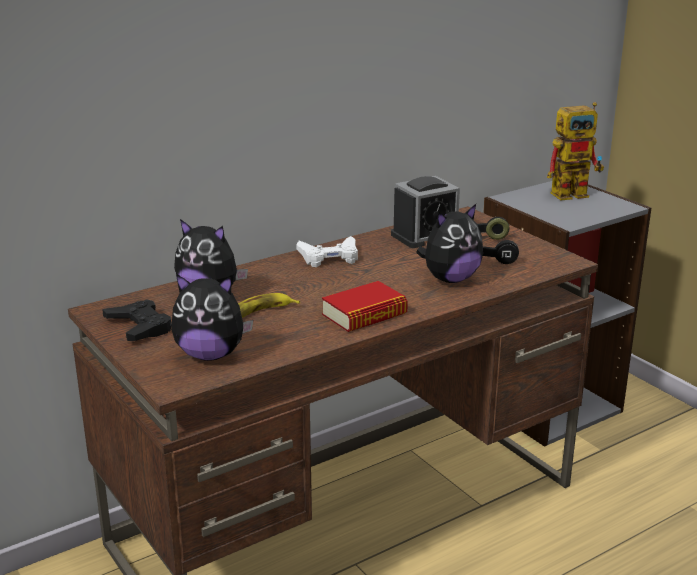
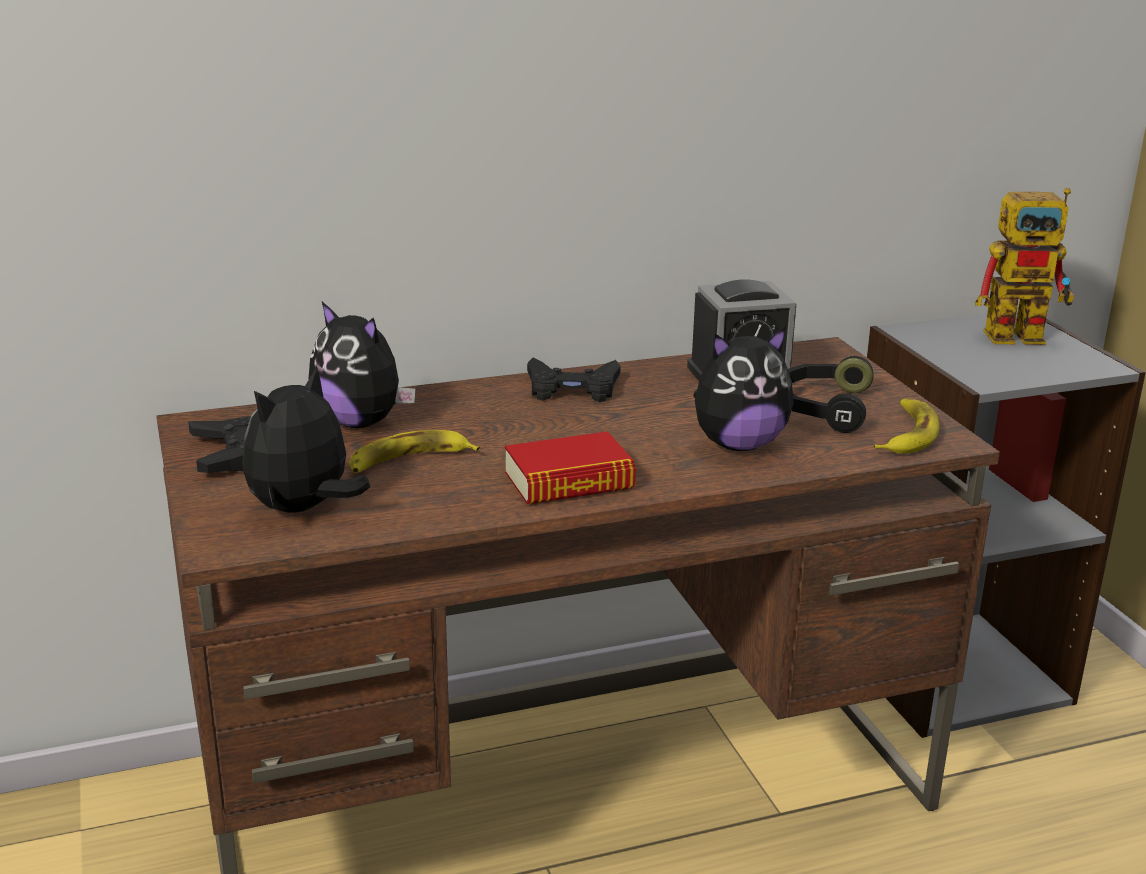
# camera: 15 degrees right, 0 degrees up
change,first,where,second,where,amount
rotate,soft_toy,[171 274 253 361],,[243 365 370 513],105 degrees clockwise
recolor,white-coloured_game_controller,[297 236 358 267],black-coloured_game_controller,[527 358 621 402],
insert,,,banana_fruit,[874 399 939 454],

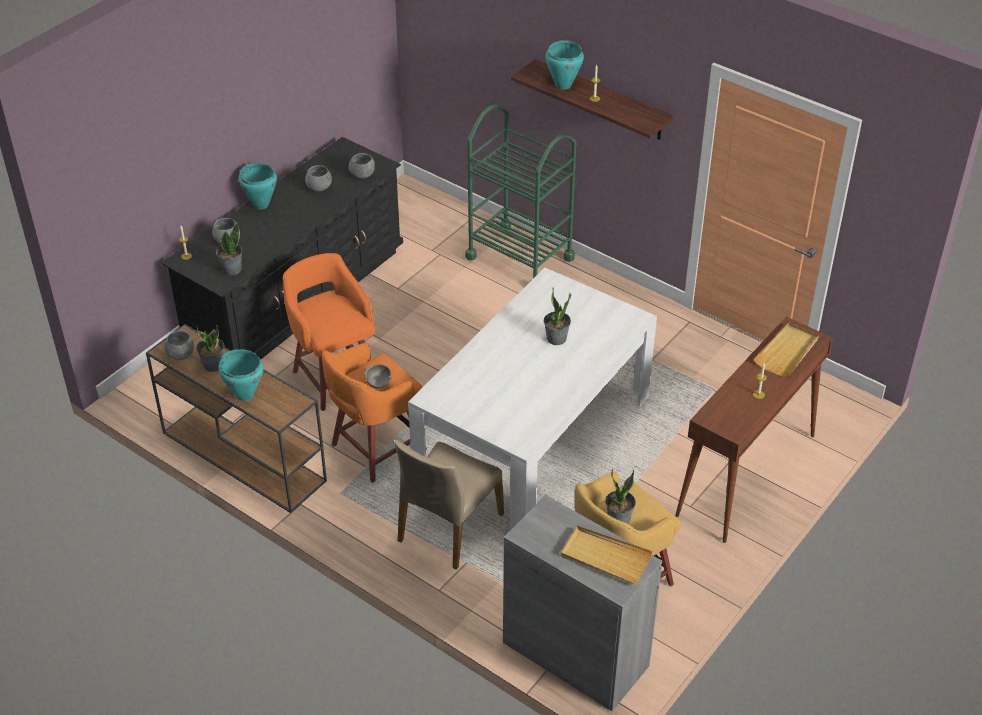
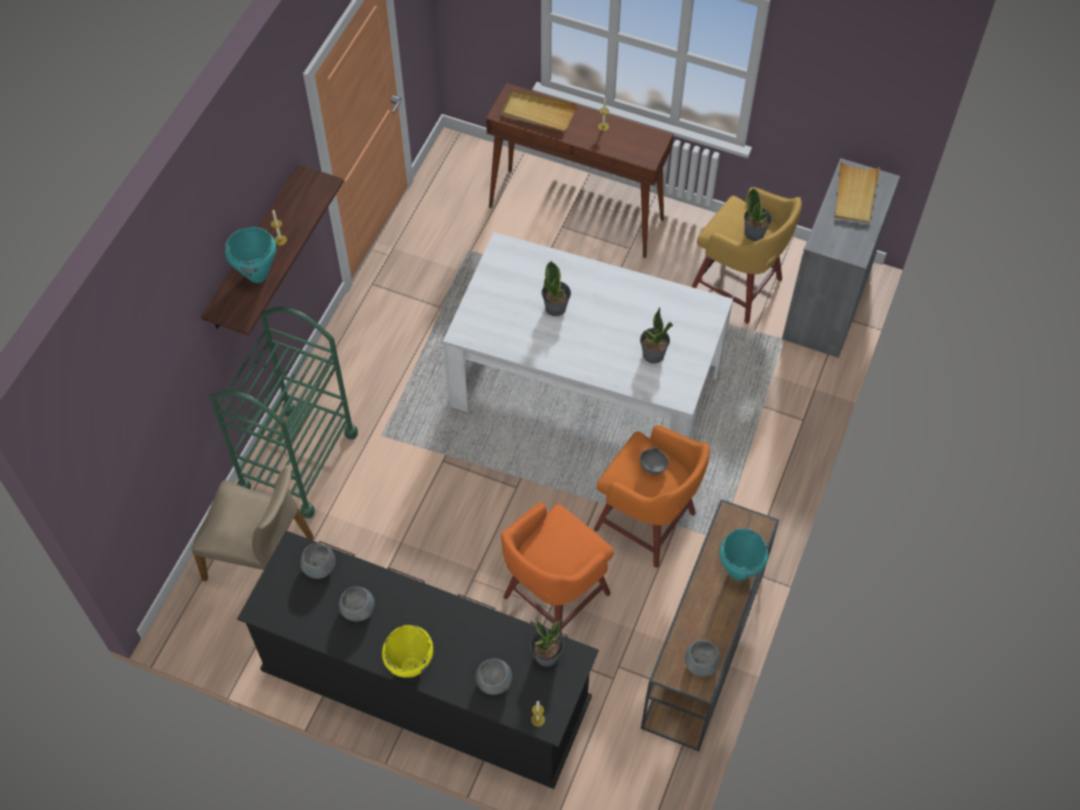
# camera: 105 degrees left, 15 degrees up
change,first,where,second,where,amount
move,sand-coloured_chair,[394 440 504 570],,[191 465 314 582],
recolor,turquoise-coloured_saucepot,[239 163 277 209],yellow_saucepot,[382 625 433 678],
move,houseplant,[196 325 224 372],,[640 307 673 364],

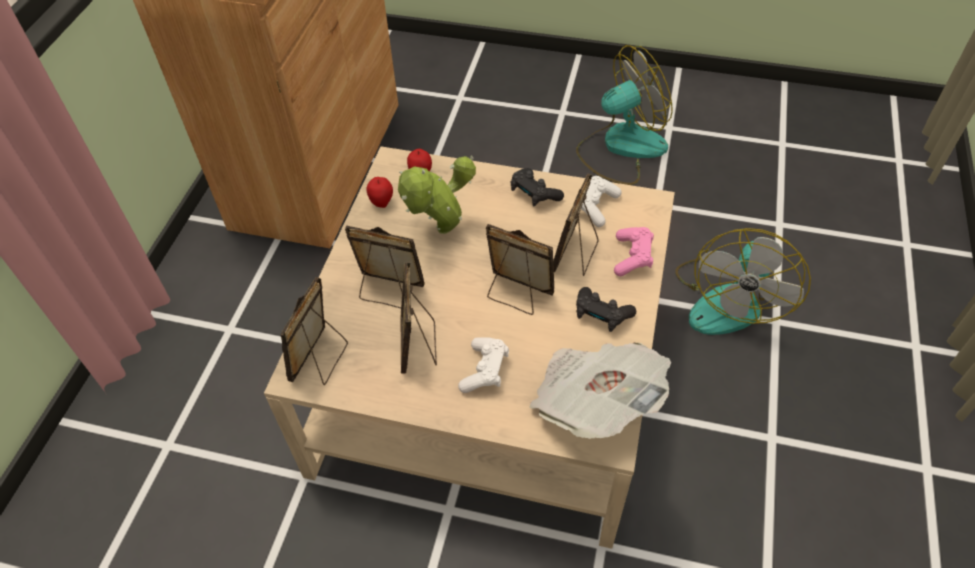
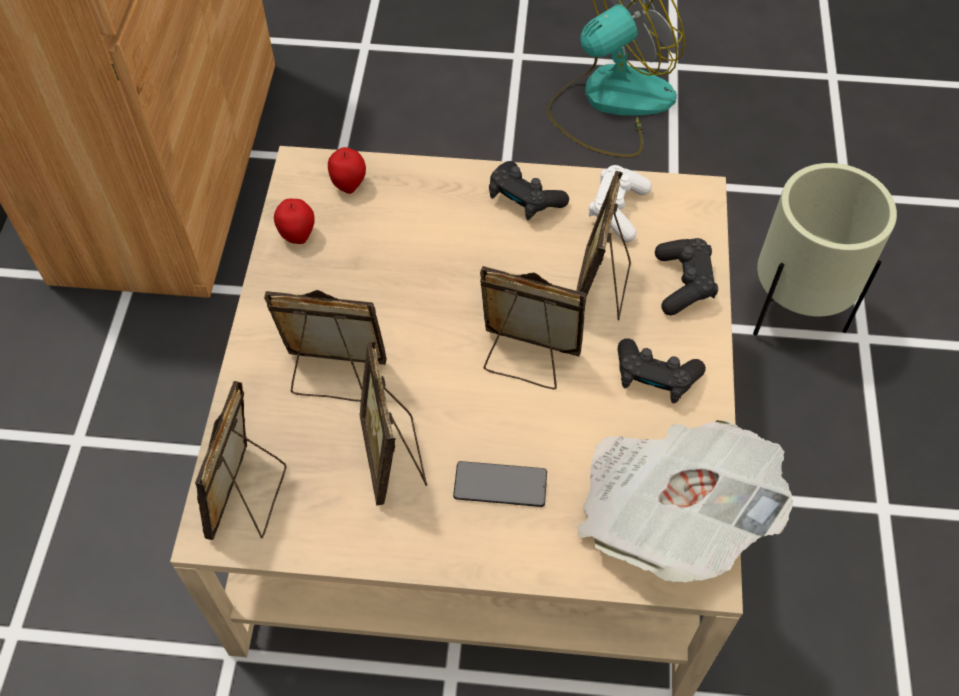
# camera: 10 degrees left, 5 degrees up
change,first,where,second,where,amount
replace,white-coloured_game_controller,[458 337 509 393],telephone,[453 461 547 507],
recolor,pinkish_game_controller,[614 227 654 276],black-coloured_game_controller,[655 238 718 315],
replace,electric_fan,[675 228 811 335],sand-coloured_planter,[753 163 897 336],
delete,houseplant,[398 156 476 234],,,

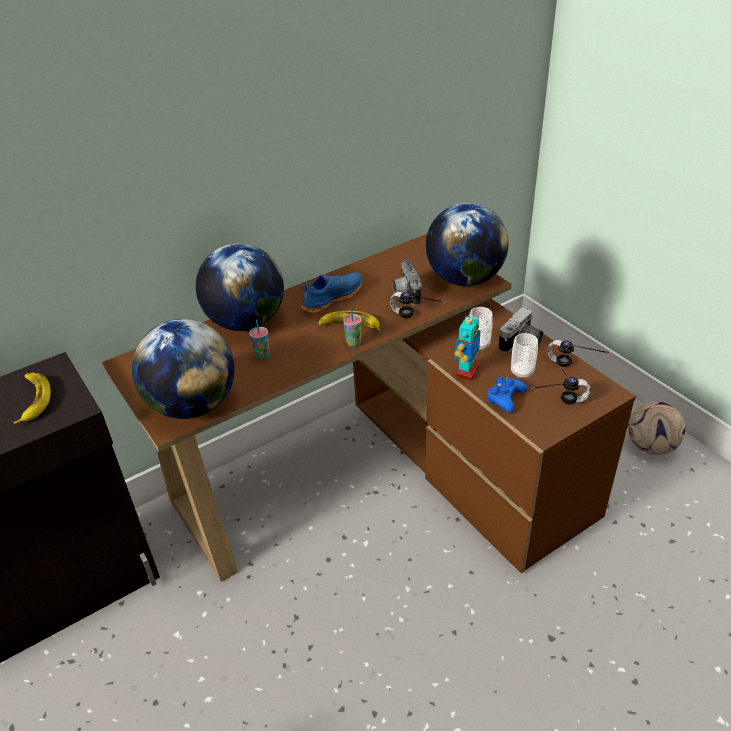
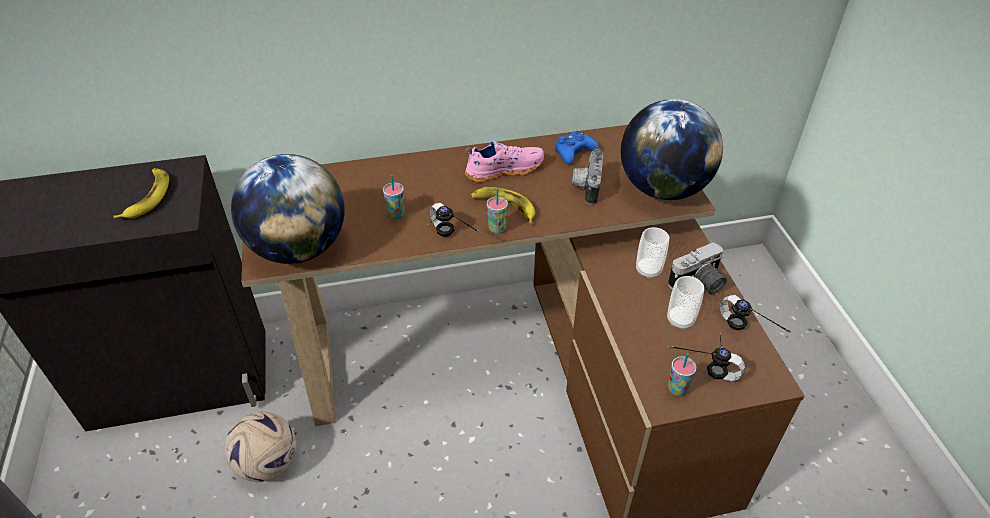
# camera: 20 degrees right, 5 degrees up
change,first,where,second,where,amount
move,football_ball,[628 401 685 455],,[225 412 296 482],
move,pair_of_headphones,[390 292 445 318],,[427 203 481 237],
recolor,blue-coloured_shoe,[301 272 362 313],pinkish_shoe,[465 141 544 182],
move,blue-coloured_game_controller,[486 376 527 413],,[555 131 599 165],
insert,,,small_cup,[668 353 696 396],
delete,globe,[196 243 284 331],,,
delete,toy_robot,[455 312 481 381],,,

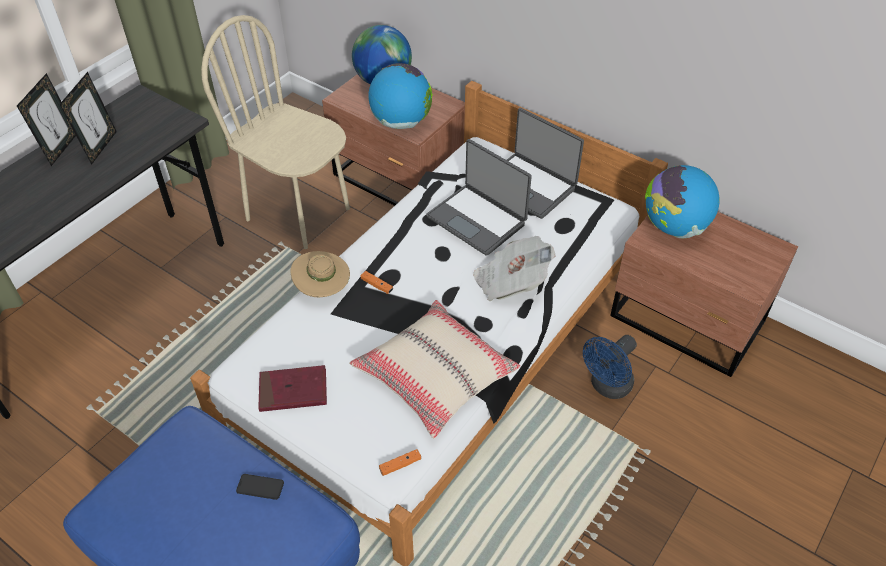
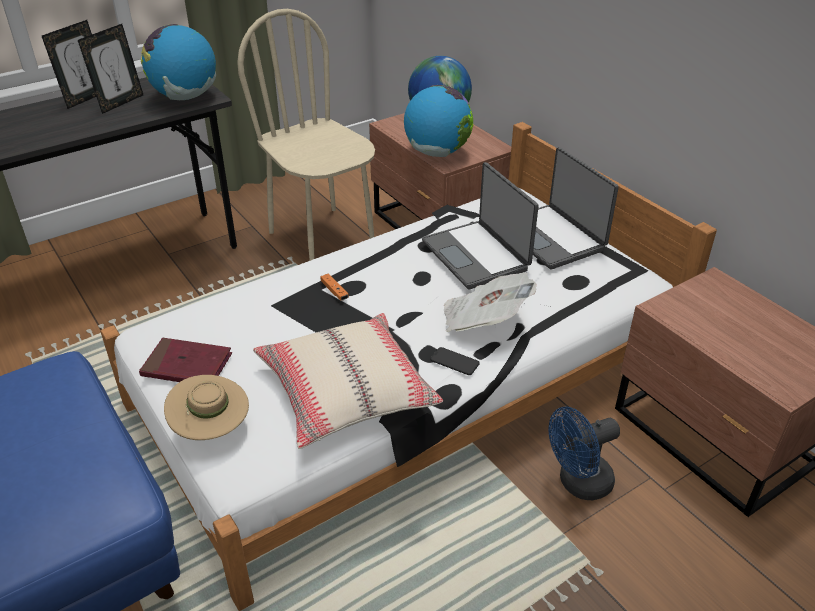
# camera: 20 degrees right, 10 degrees down
change,first,where,second,where,amount
move,globe,[645 165 720 238],,[141 24 216 100],
move,sand-coloured_clothing_hat,[291 251 350 297],,[164 375 249 440],
move,telephone,[236 474 284 500],,[431 347 480 375],
delete,orange-coloured_game_controller,[379 449 421 476],,,

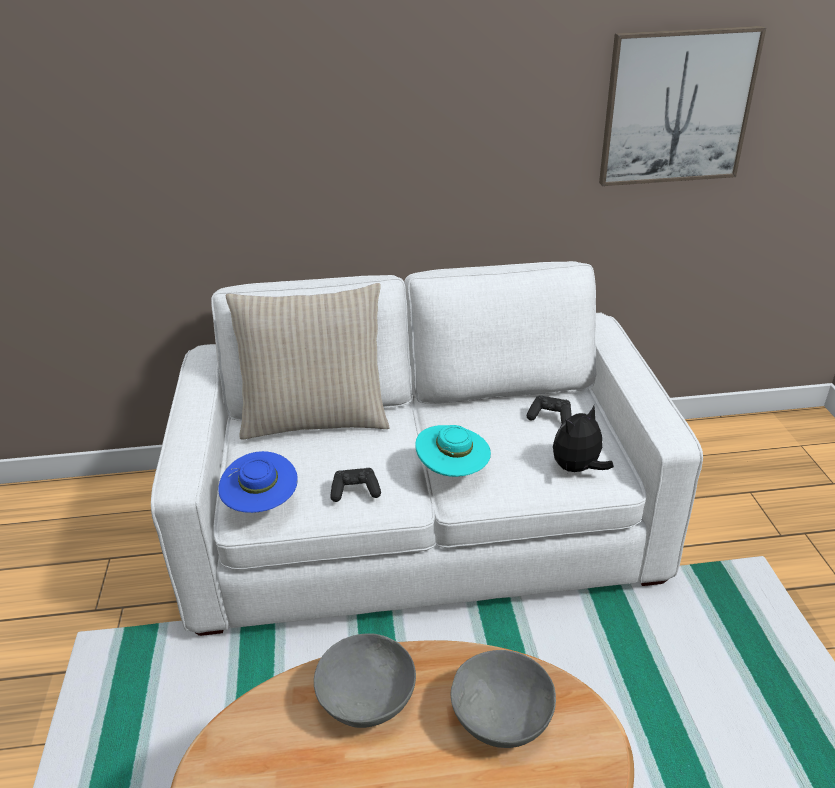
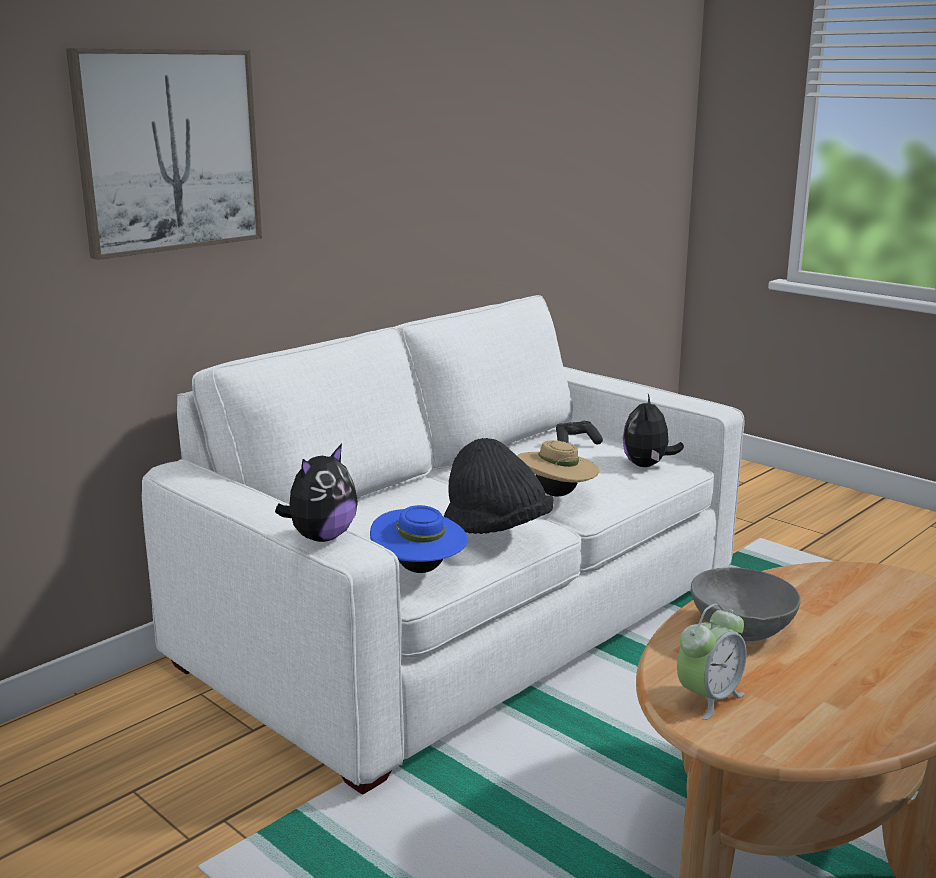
# camera: 40 degrees left, 15 degrees down
change,first,where,second,where,amount
move,wall_picture,[599 26 766 186],,[66 48 262 260],
insert,,,soft_toy,[275 444 358 542],
replace,black-coloured_game_controller,[330 468 381 502],black-coloured_clothing_hat,[444 438 553 534],
recolor,turquoise-coloured_clothing_hat,[415 425 491 477],sand-coloured_clothing_hat,[517 440 599 496],
insert,,,bedside_clock,[677 604 747 720],
delete,sand-coloured_throw_pillow,[226 283 390 440],,,
delete,greyish_deep_dish,[450 650 556 748],,,

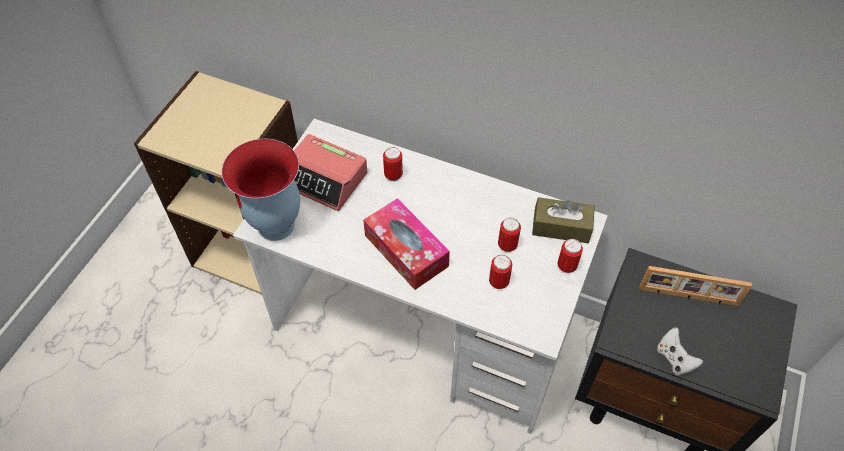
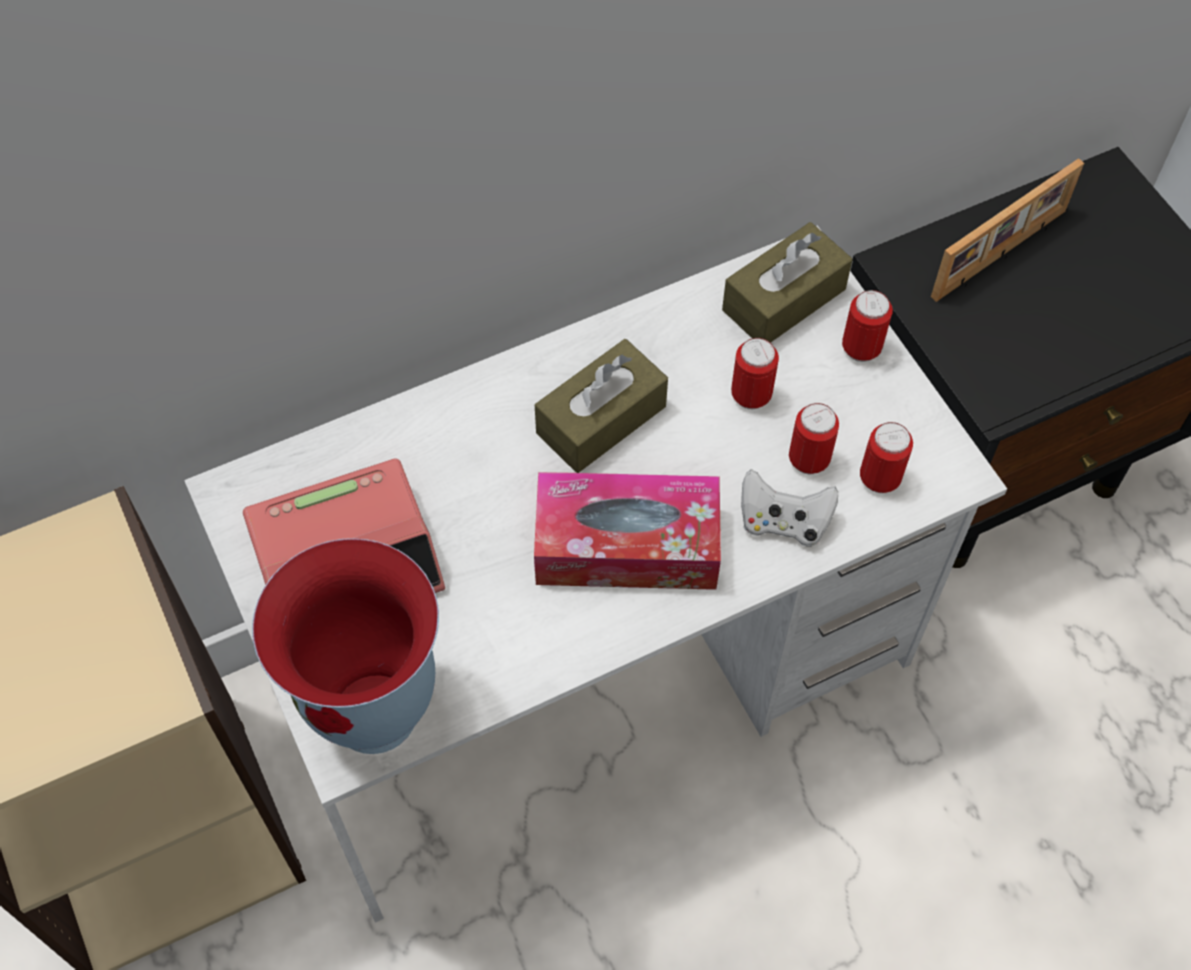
# camera: 50 degrees left, 5 degrees up
change,first,where,second,where,amount
insert,,,brownish_tissue_box,[535 339 668 473],
move,white-coloured_game_controller,[657 328 703 376],,[741 469 838 547],
move,sealed_can,[383 147 403 181],,[860 422 913 493],

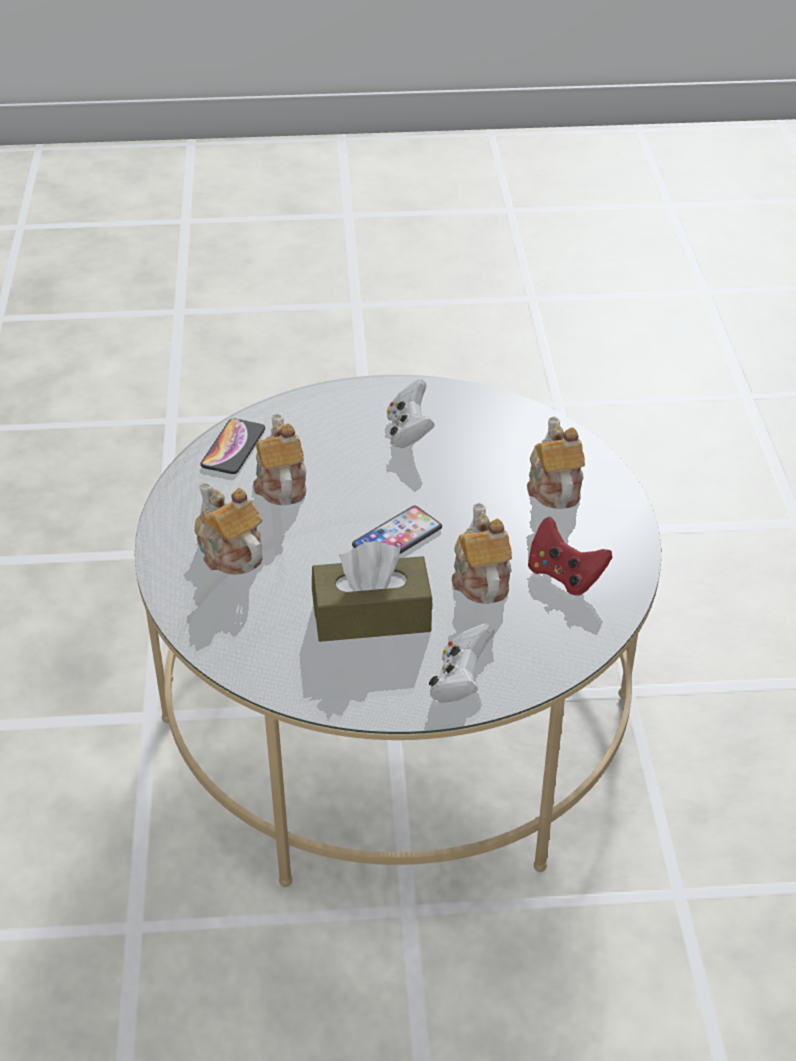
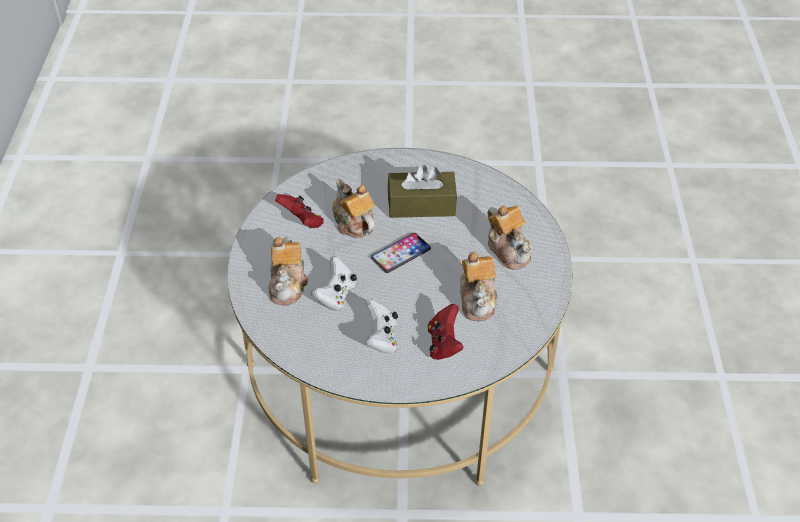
# camera: 175 degrees left, 5 degrees up
change,first,where,second,where,amount
move,white-coloured_game_controller,[429 623 495 703],,[311 256 357 311],
rotate,pot_for_tea,[452 502 512 604],,[332 179 375 238],150 degrees clockwise
insert,,,red-coloured_game_controller,[428 304 464 360],
delete,telephone,[200 418 265 474],,,

